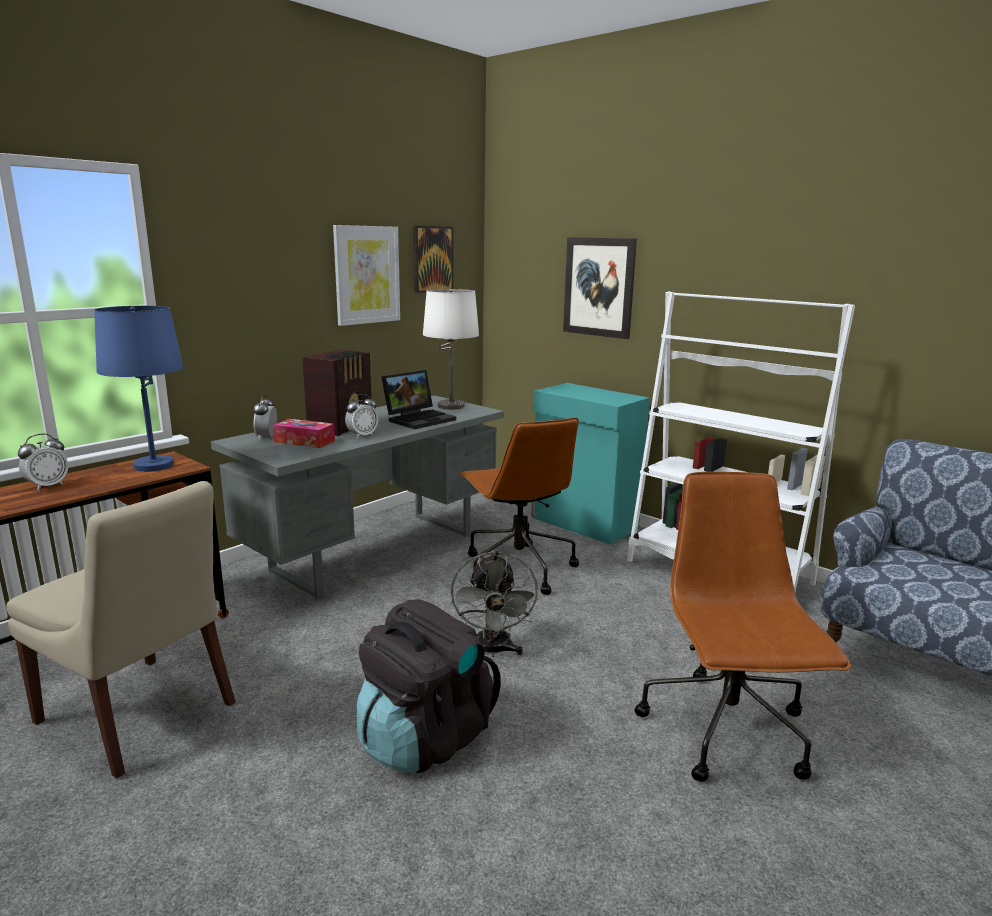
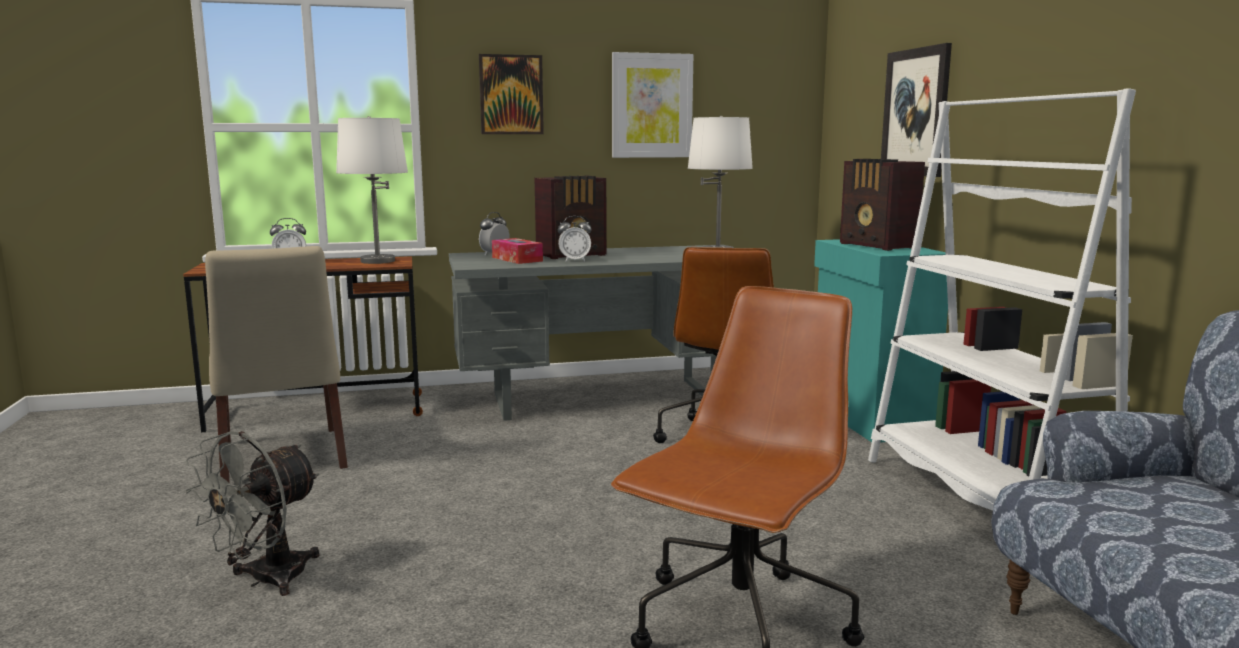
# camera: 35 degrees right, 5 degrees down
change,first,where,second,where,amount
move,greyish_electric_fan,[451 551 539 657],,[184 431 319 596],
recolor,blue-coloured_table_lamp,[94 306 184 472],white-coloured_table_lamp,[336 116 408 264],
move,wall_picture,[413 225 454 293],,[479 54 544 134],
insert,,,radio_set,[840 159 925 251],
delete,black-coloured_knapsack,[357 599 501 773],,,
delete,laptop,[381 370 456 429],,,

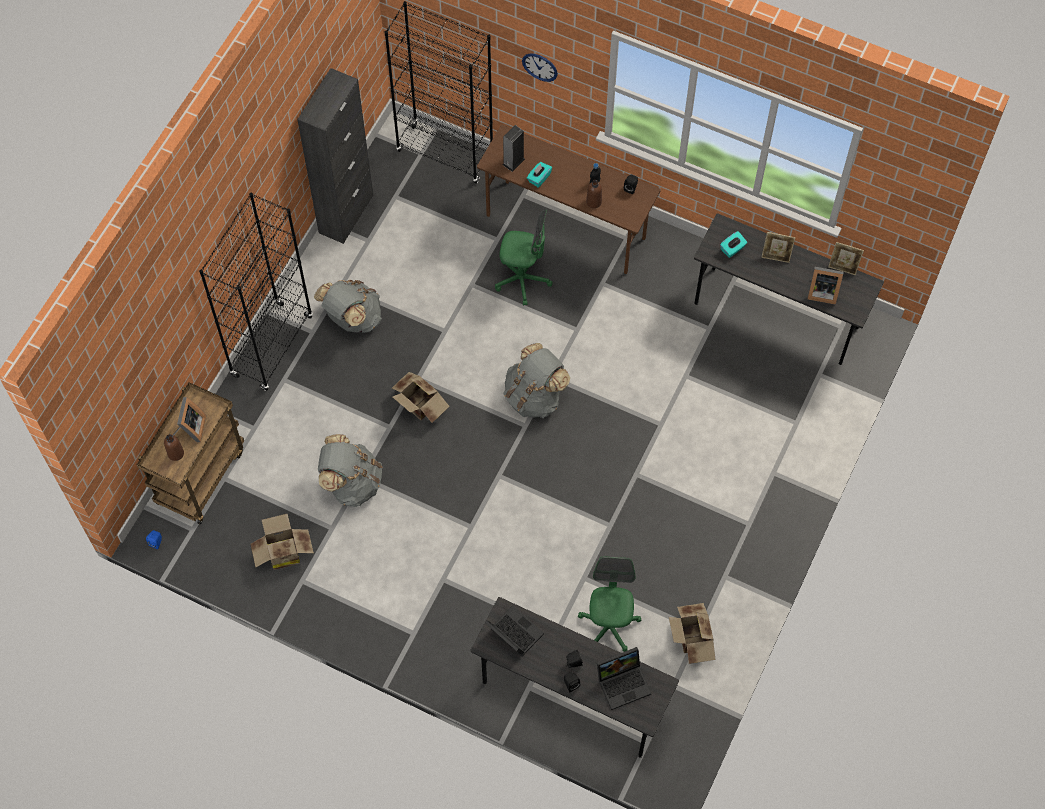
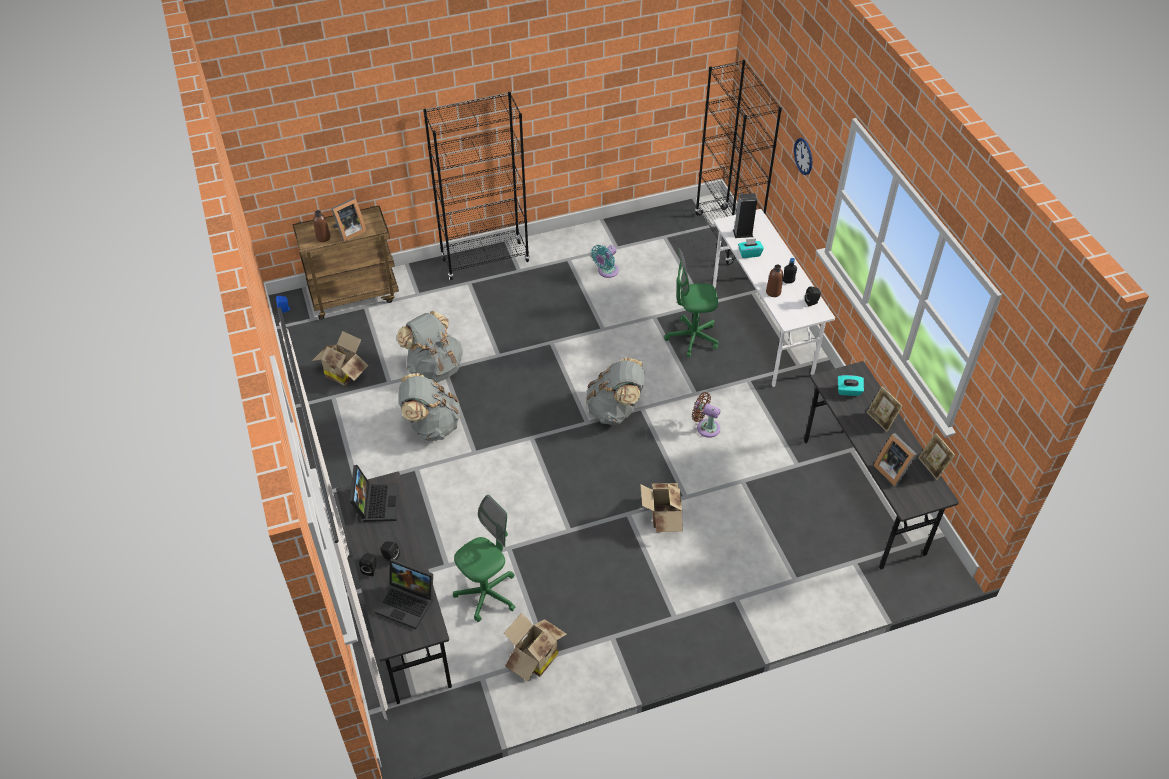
# camera: 45 degrees right, 15 degrees down
change,first,where,second,where,amount
move,greyish_knapsack,[314 280 382 333],,[399 373 460 441],
insert,,,turquoise-coloured_electric_fan,[591 245 619 278],
move,packing_box,[392 372 450 423],,[640 483 683 532],
rotate,green-coloured_computer_chair,[495 209 553 306],,[664 248 719 358],120 degrees clockwise
insert,,,brownish_electric_fan,[692 392 721 438],
recolor,brownish_desk_table,[477 125 661 274],white-coloured_desk_table,[713 209 835 387],
delete,black-coloured_storage_cabinet,[297 68 373 244],,,

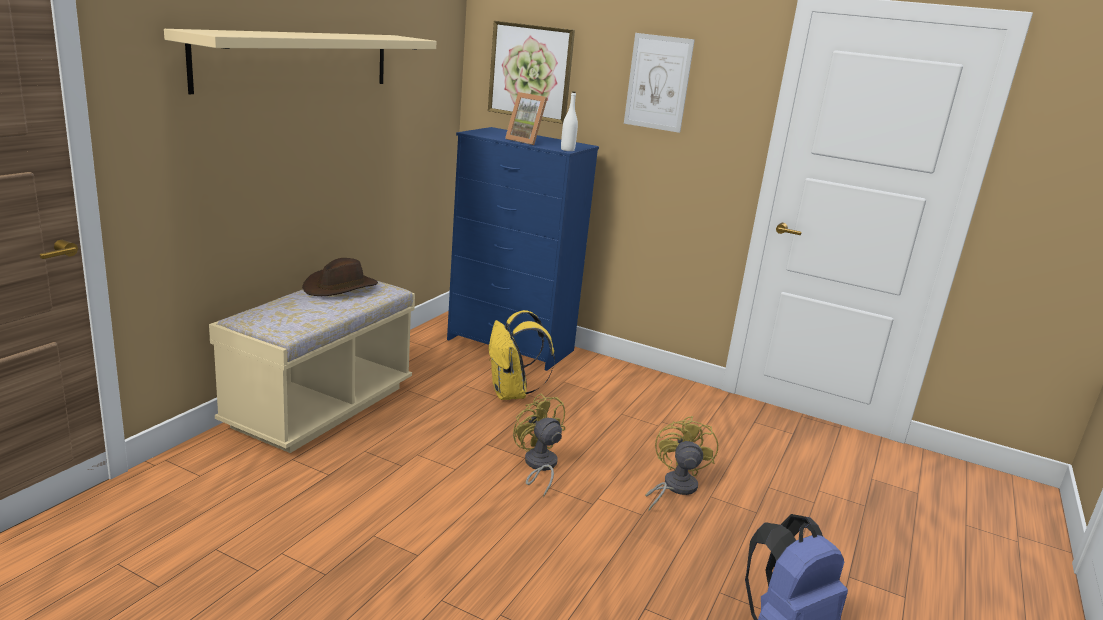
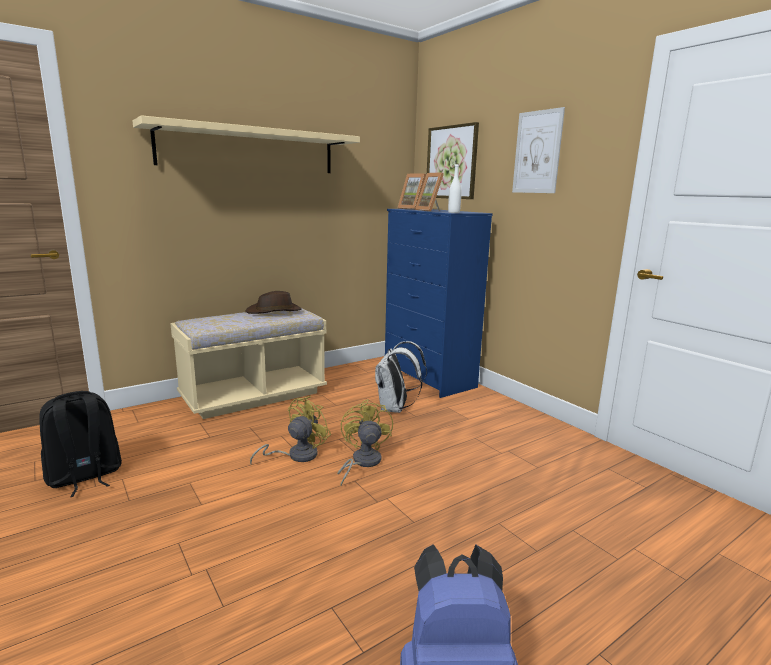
# camera: 30 degrees right, 5 degrees down
change,first,where,second,where,amount
insert,,,black-coloured_knapsack,[40 391 122 497],
move,yellow_electric_fan,[645 416 718 511],,[250 396 331 464],
recolor,yellow_knapsack,[488 310 555 400],white-coloured_knapsack,[375 341 427 413],
insert,,,standing_frame,[398 173 426 210],

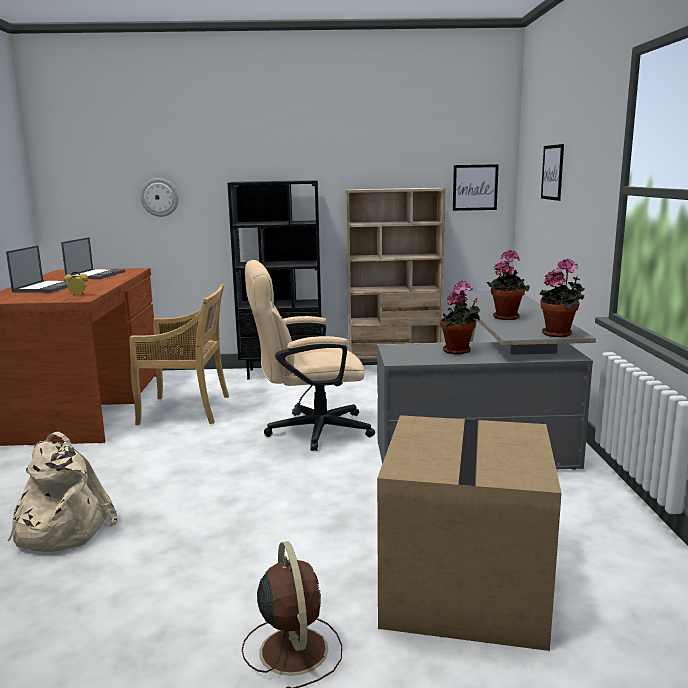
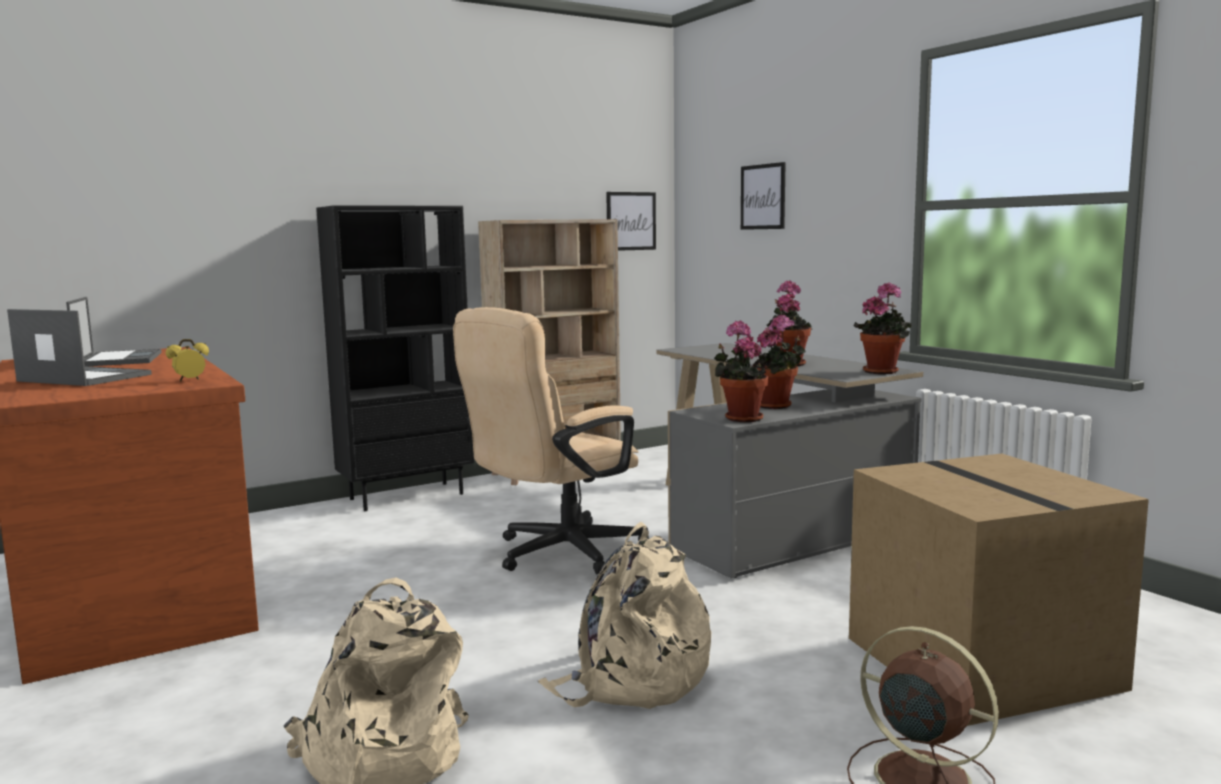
# camera: 30 degrees left, 5 degrees down
change,first,where,second,where,amount
rotate,laptop,[6 245 69 293],,[7 309 152 386],45 degrees counterclockwise
insert,,,sand-coloured_knapsack,[538 522 712 709],
insert,,,houseplant,[714 320 768 422],
delete,sand-coloured_chair,[129 284 229 425],,,
delete,wall_clock,[140 178 179 217],,,

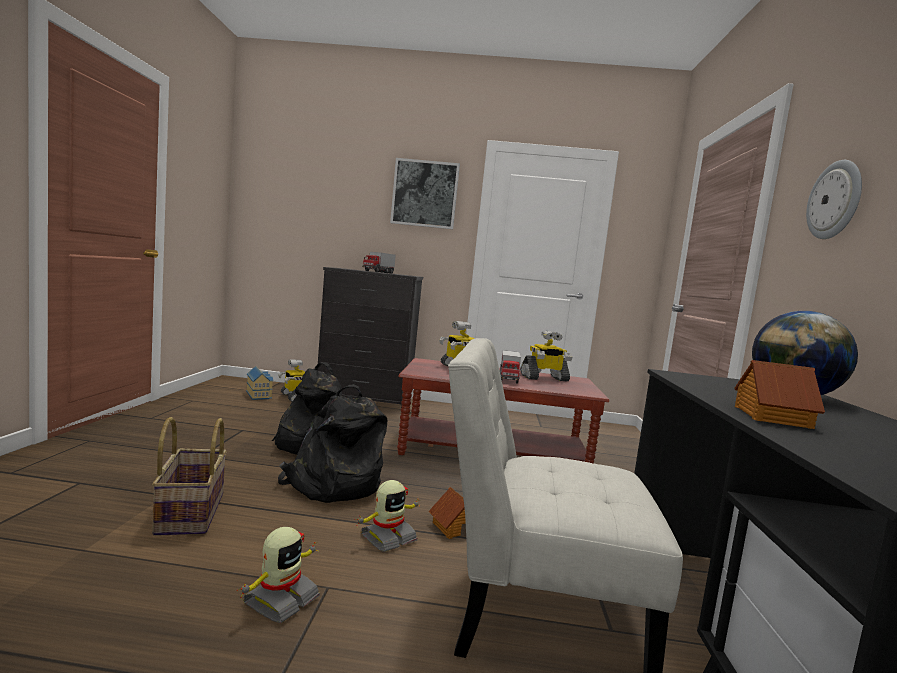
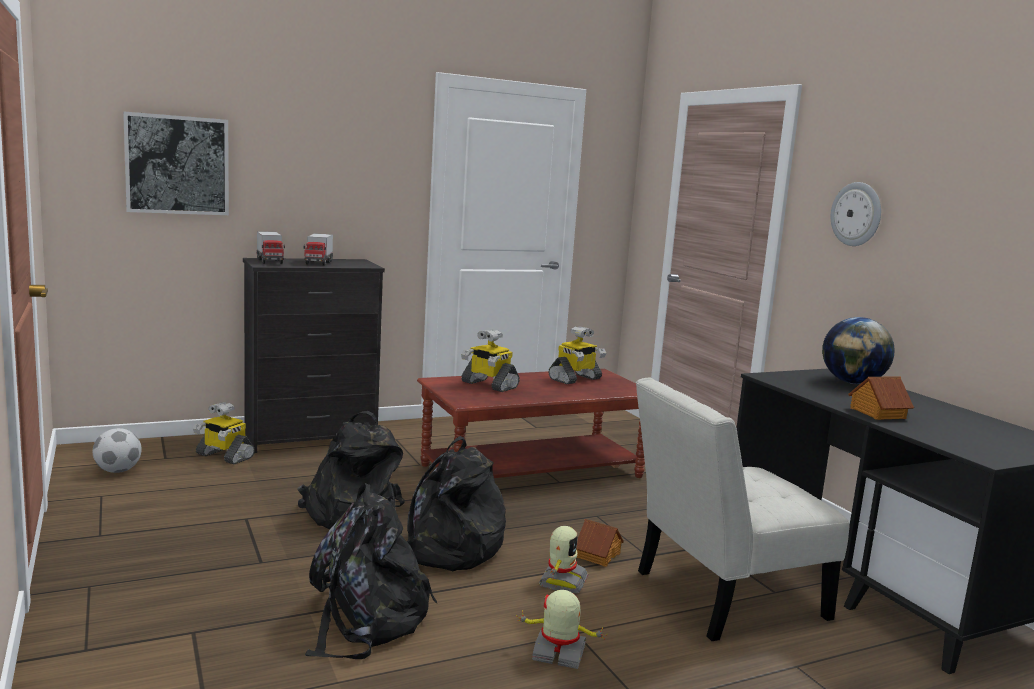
# camera: 30 degrees left, 5 degrees up
change,first,where,second,where,amount
insert,,,football_ball,[93 428 142 473],
move,wall_picture,[390 158 460 229],,[123 111 229 215],
move,toy_truck,[500 350 522 384],,[257 231 285 264],
replace,storage_basket,[152 417 227 536],black-coloured_knapsack,[305 483 437 659],
rotate,toy_robot,[237 527 320 623],,[516 590 607 669],75 degrees counterclockwise
delete,toy_house,[246 366 273 400],,,

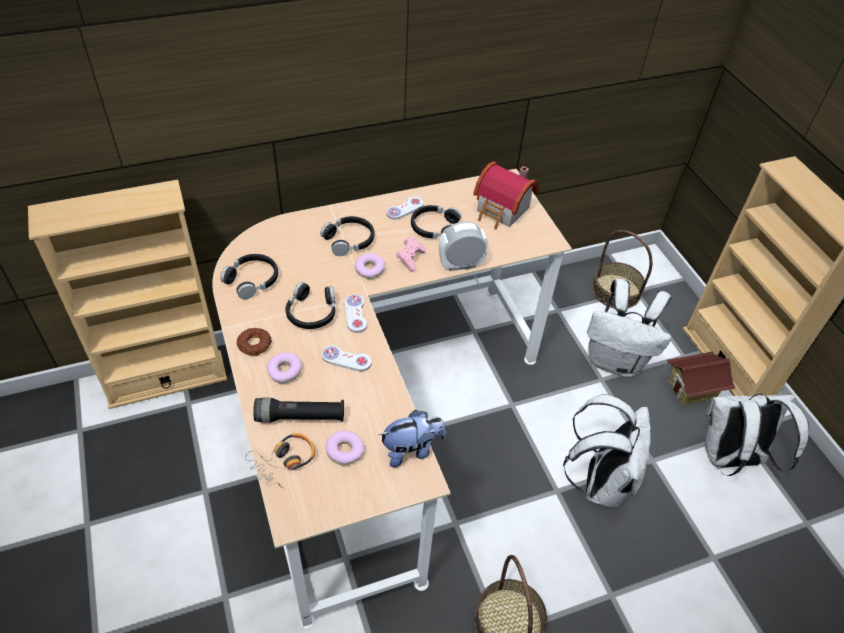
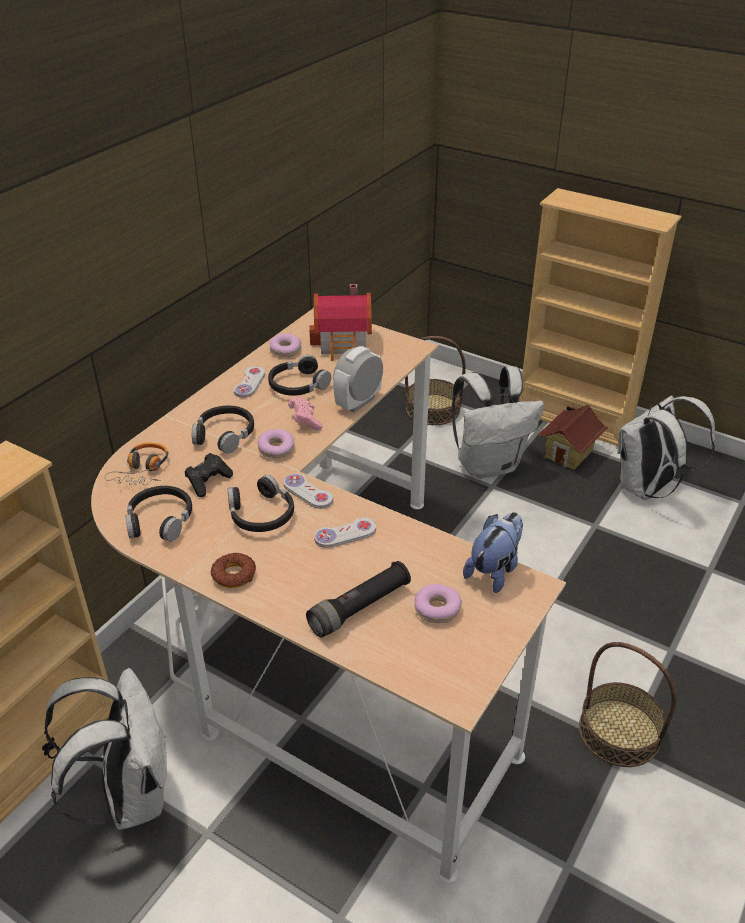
# camera: 35 degrees left, 10 degrees down
change,first,where,second,where,amount
move,white-coloured_knapsack,[563 394 651 507],,[44 668 167 830],
move,pair_of_headphones,[245 433 315 488],,[105 442 169 485],
insert,,,black-coloured_game_controller,[185 453 233 497],
move,donut,[267 352 302 383],,[270 334 301 357],

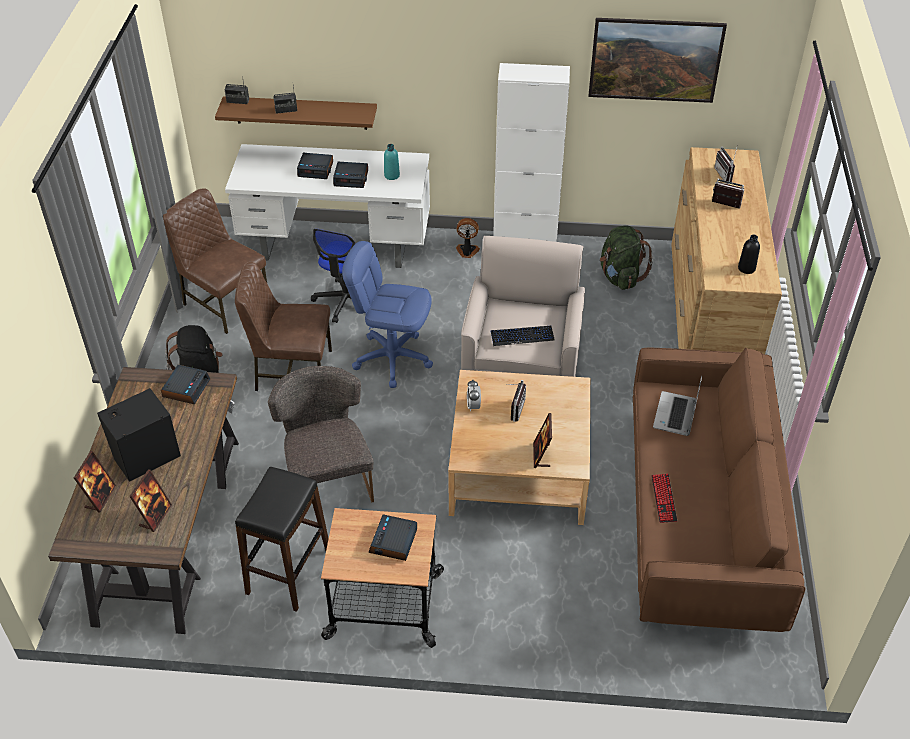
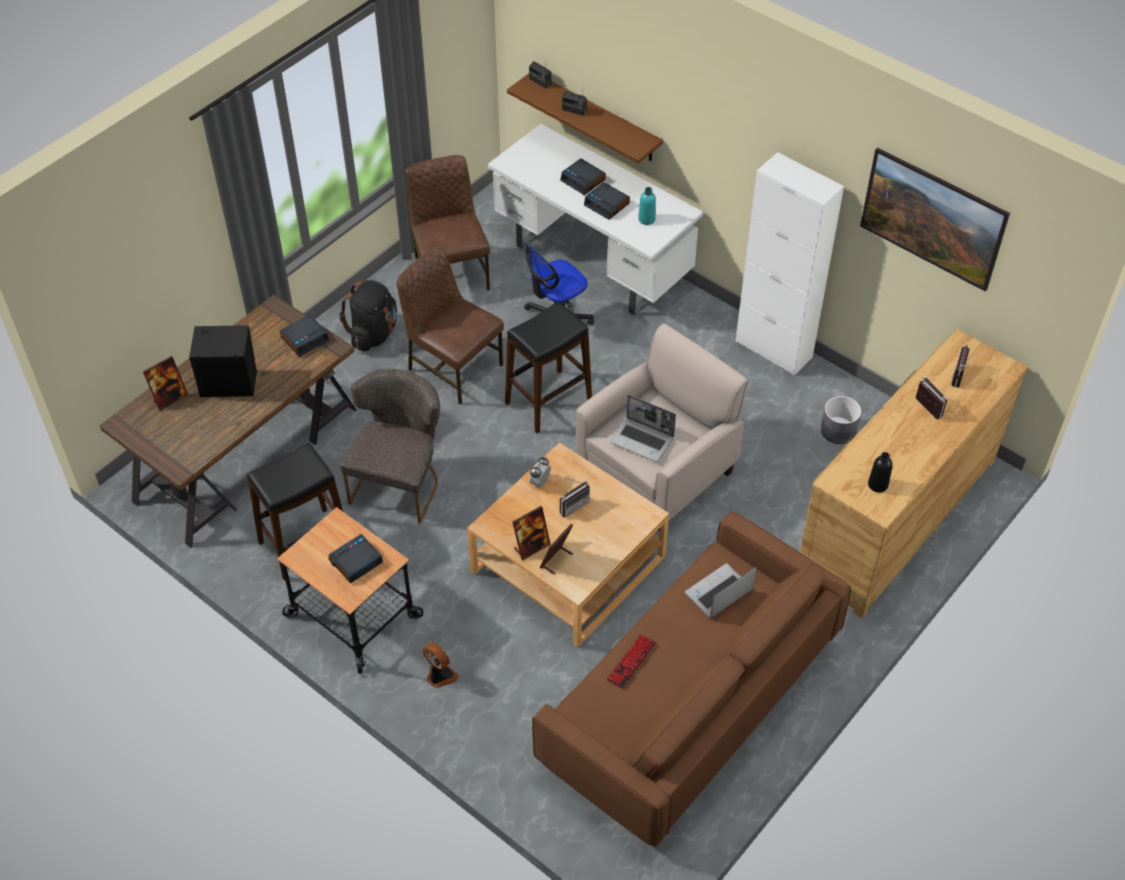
# camera: 35 degrees right, 5 degrees up
change,first,where,second,where,amount
move,electric_fan,[456 218 480 258],,[423 642 459 688],
replace,blue-coloured_computer_chair,[342 241 433 388],black-coloured_stool,[505 302 592 433],
move,standing_frame,[129 469 172 532],,[513 506 551 560],
replace,PC_keyboard,[490 326 555 346],laptop,[610 395 676 462],
replace,green-coloured_knapsack,[600 225 653 290],greyish_planter,[821 396 861 444],

